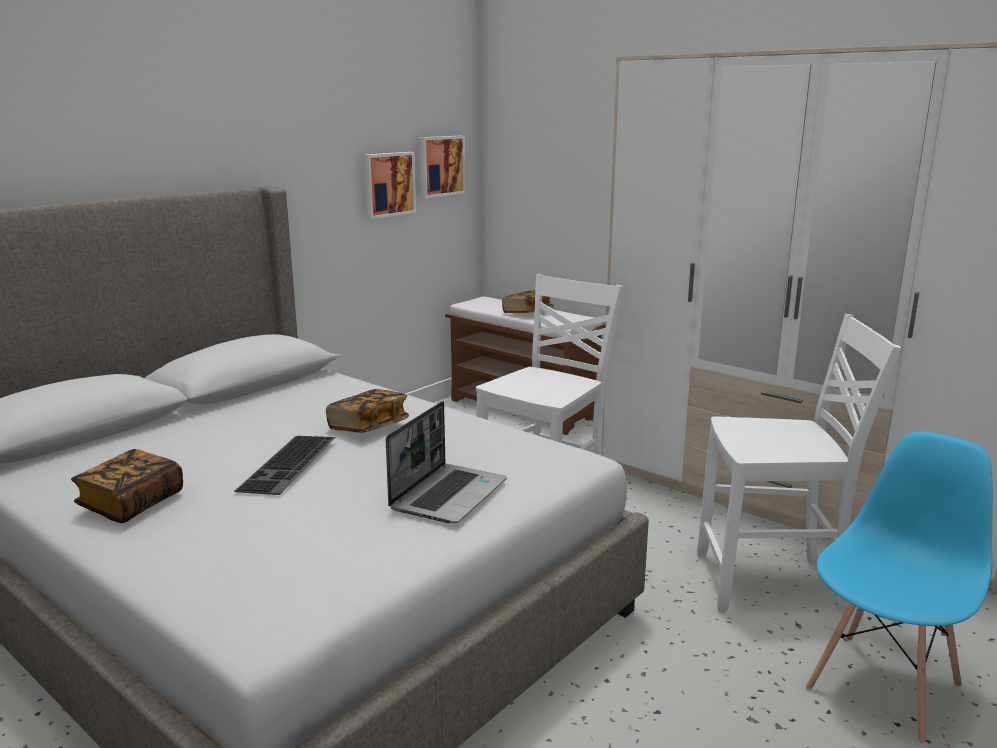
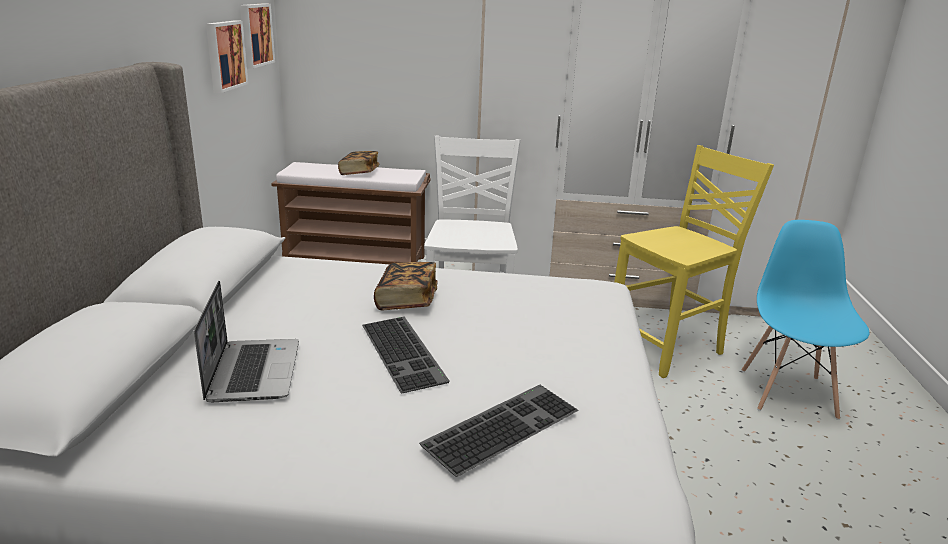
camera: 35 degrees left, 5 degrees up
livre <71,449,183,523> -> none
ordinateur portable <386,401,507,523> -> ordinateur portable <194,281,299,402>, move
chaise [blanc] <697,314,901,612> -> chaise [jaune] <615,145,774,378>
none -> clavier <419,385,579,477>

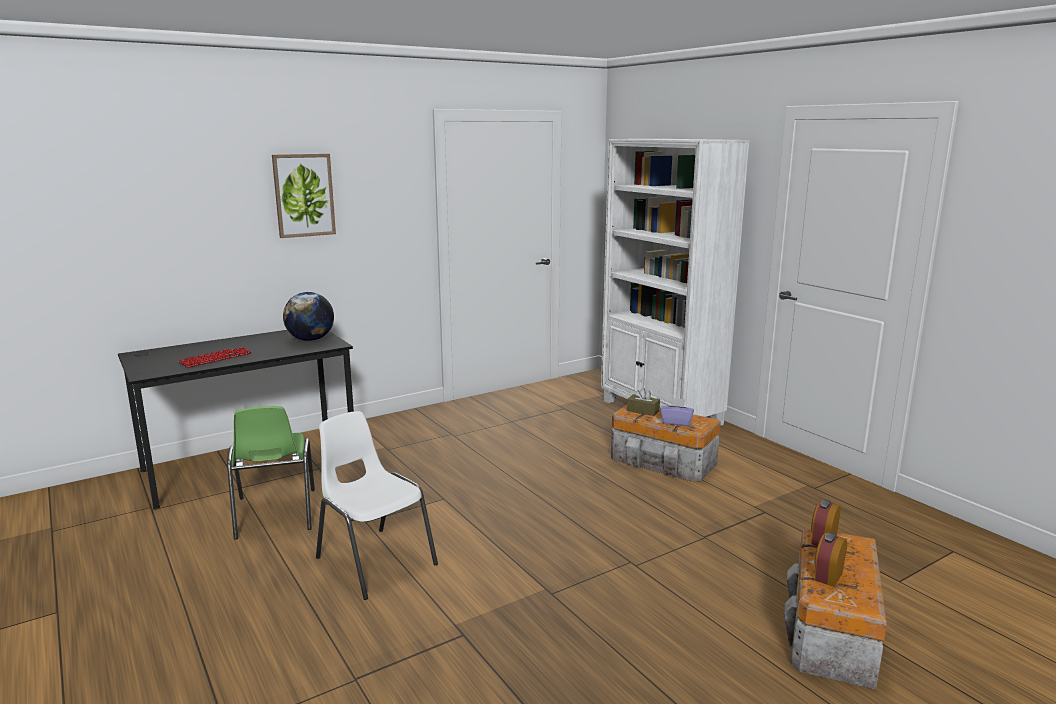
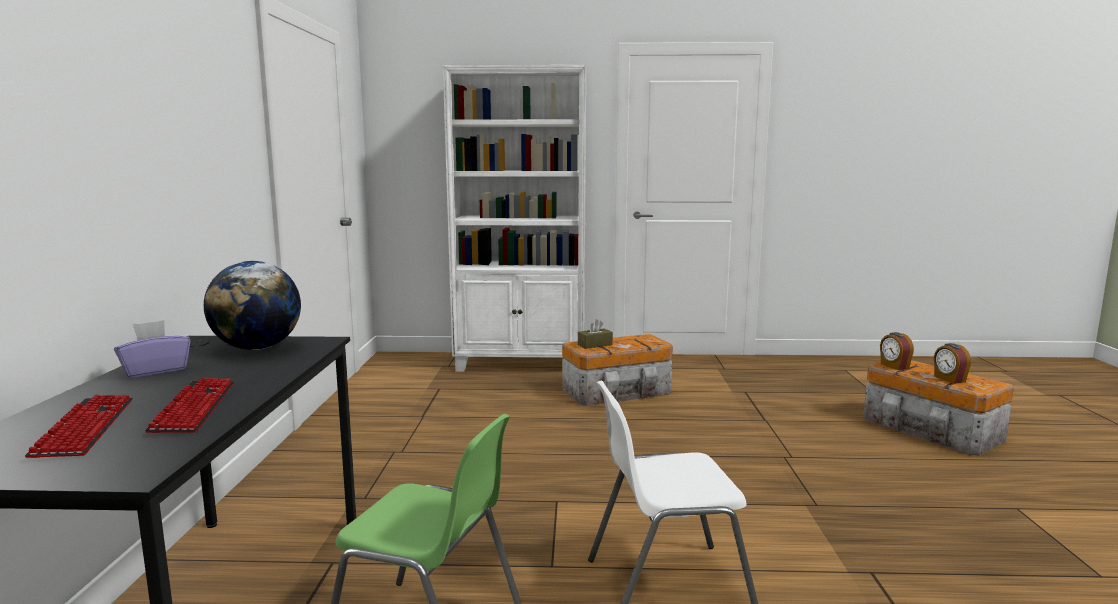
camera: 55 degrees left, 5 degrees down
tableau <272,154,336,238> -> none
boîte à mouchoirs [violet] <660,398,694,426> -> boîte à mouchoirs [violet] <114,320,191,378>, move
none -> clavier <25,395,133,458>

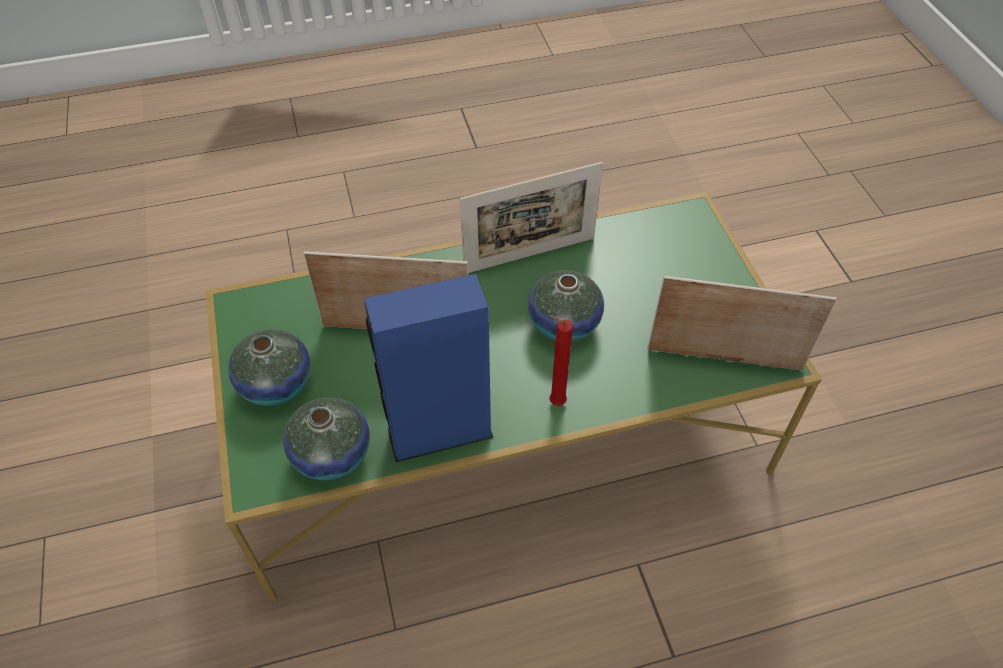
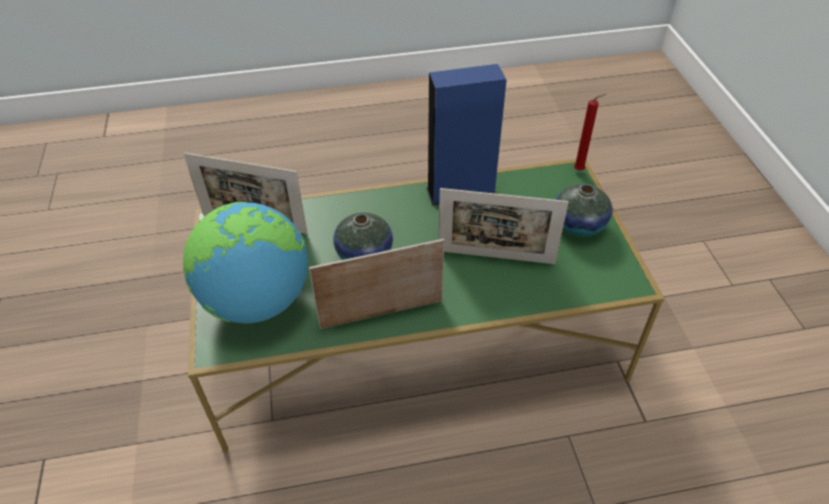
camera: 175 degrees left, 5 degrees down
vase <283,397,370,480> -> none
bougie [rouge] <549,315,573,406> -> bougie [rouge] <574,94,606,171>, move
none -> globe <183,202,308,323>

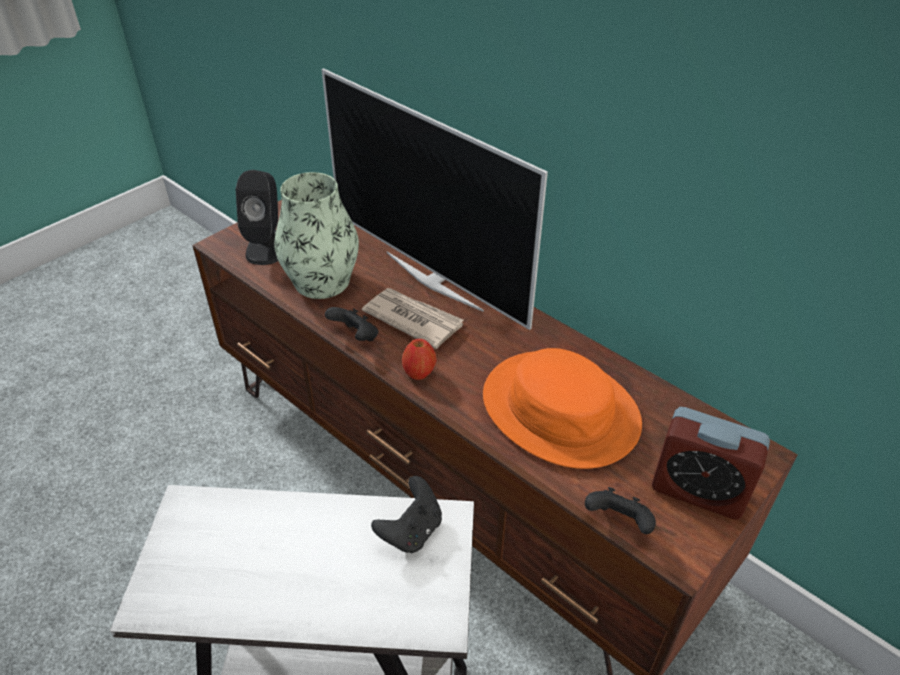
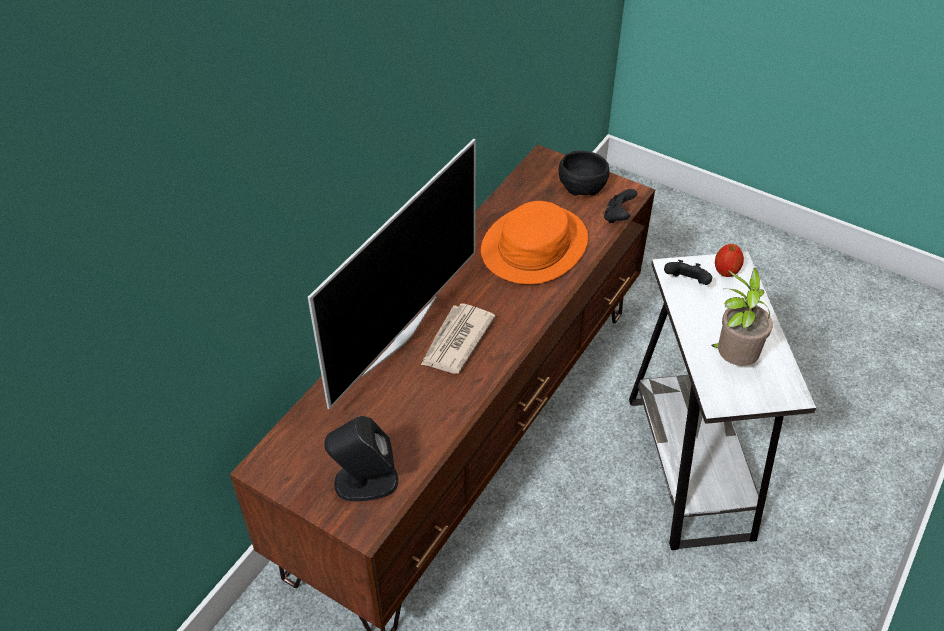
camera: 100 degrees left, 5 degrees up
vase <275,172,359,299> -> none
manette [noir] <325,307,378,341> -> none
pomme <402,339,436,380> -> pomme <715,244,744,277>, move
réveil <652,407,770,520> -> bol [noir] <559,151,610,196>
none -> plante en pot <711,268,773,366>

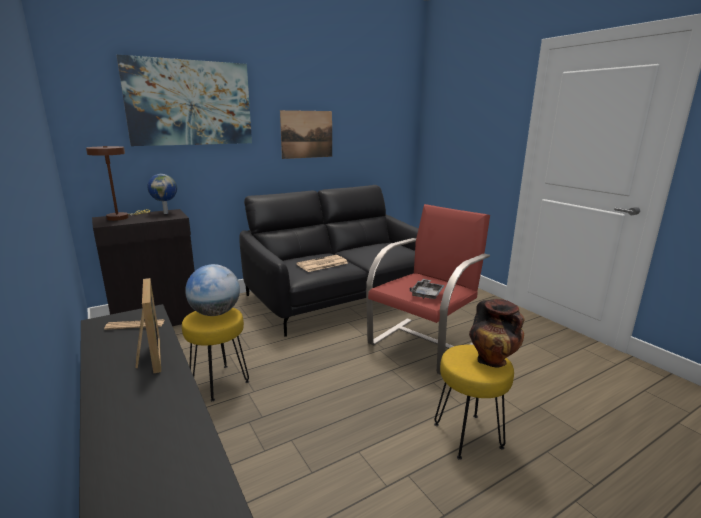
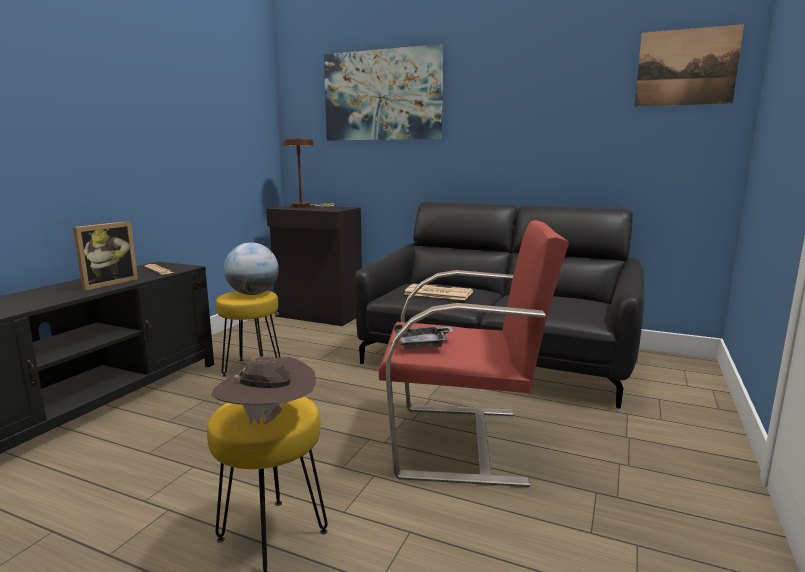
camera: 55 degrees right, 5 degrees down
globe <147,174,177,214> -> none
tableau <280,110,332,159> -> tableau <634,24,744,107>, move
vase <469,299,524,368> -> chapeau [marron] <211,356,316,424>

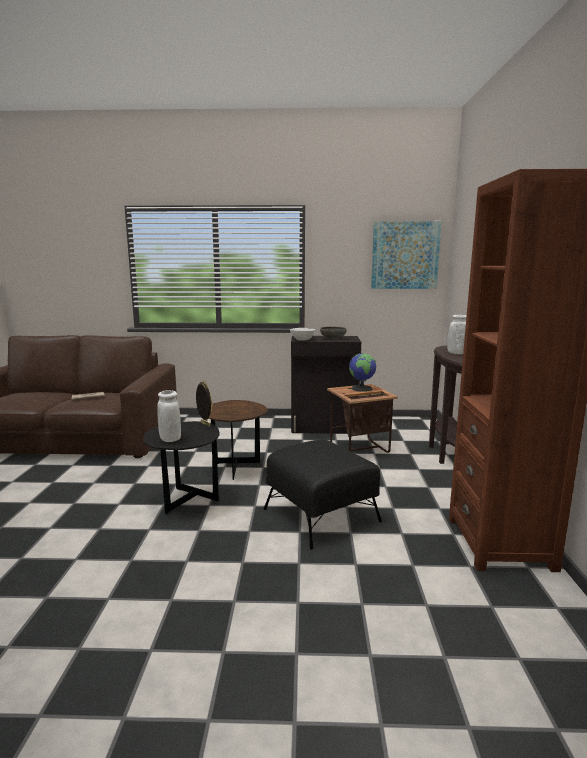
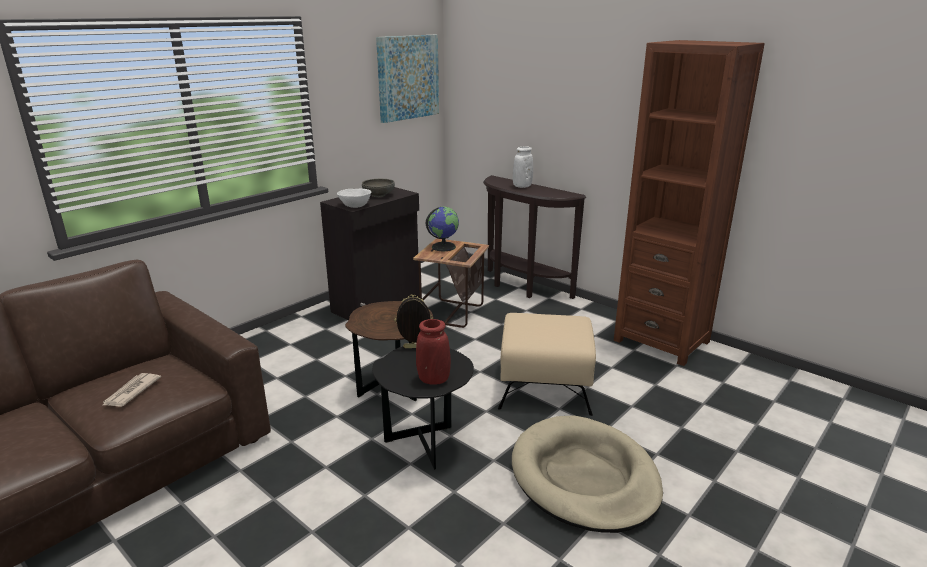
camera: 50 degrees left, 10 degrees up
vase [blanc] <157,390,181,442> -> vase [rouge] <416,319,451,385>
pouf [noir] <264,440,382,550> -> pouf [beige] <498,313,596,416>
none -> panier pour chien [beige] <512,415,663,533>

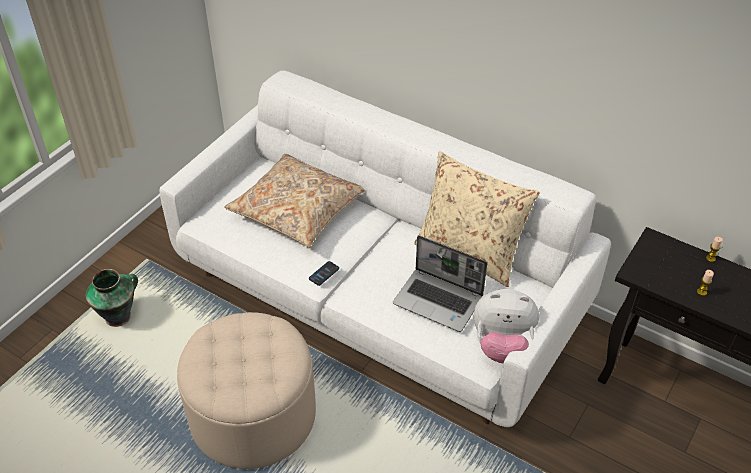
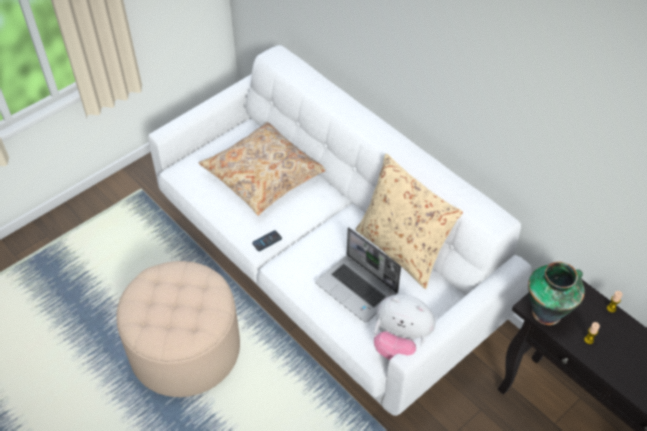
camera: 15 degrees right, 5 degrees up
vase <86,269,138,327> -> vase <528,262,585,325>, move

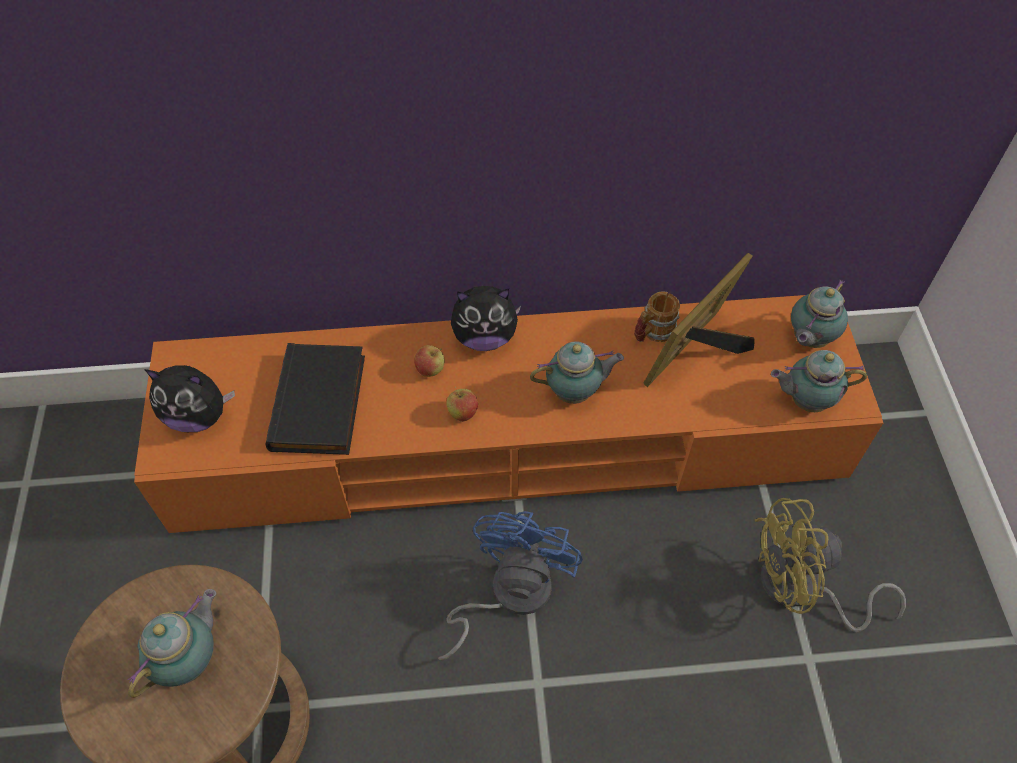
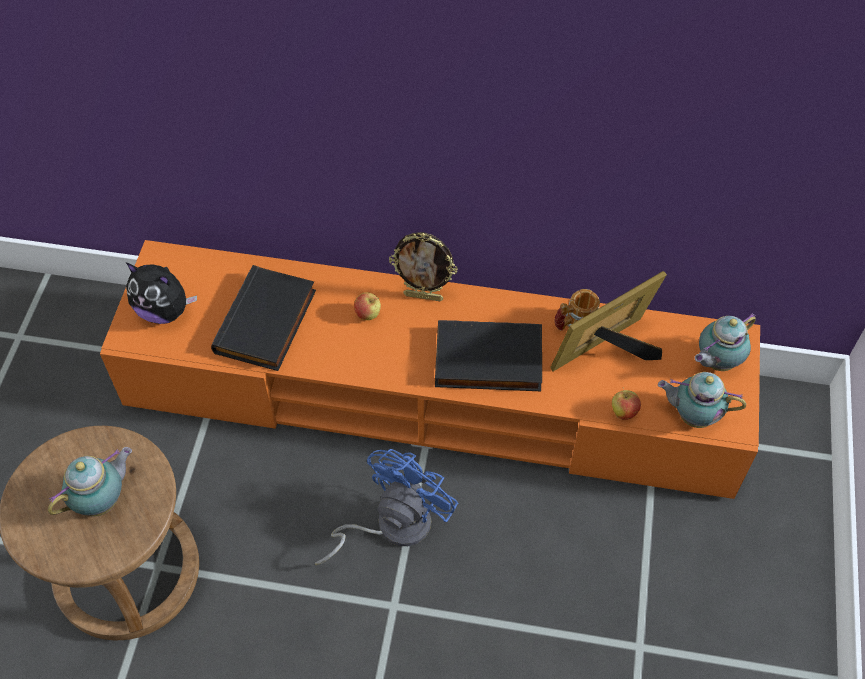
camera: 15 degrees right, 0 degrees up
pomme <446,387,478,422> -> pomme <612,387,641,420>, move
peluche <451,286,521,351> -> cadre photo <389,232,458,301>
théière <530,341,624,404> -> livre [noir] <435,320,542,391>
ventilateur [jaune] <755,498,906,632> -> none

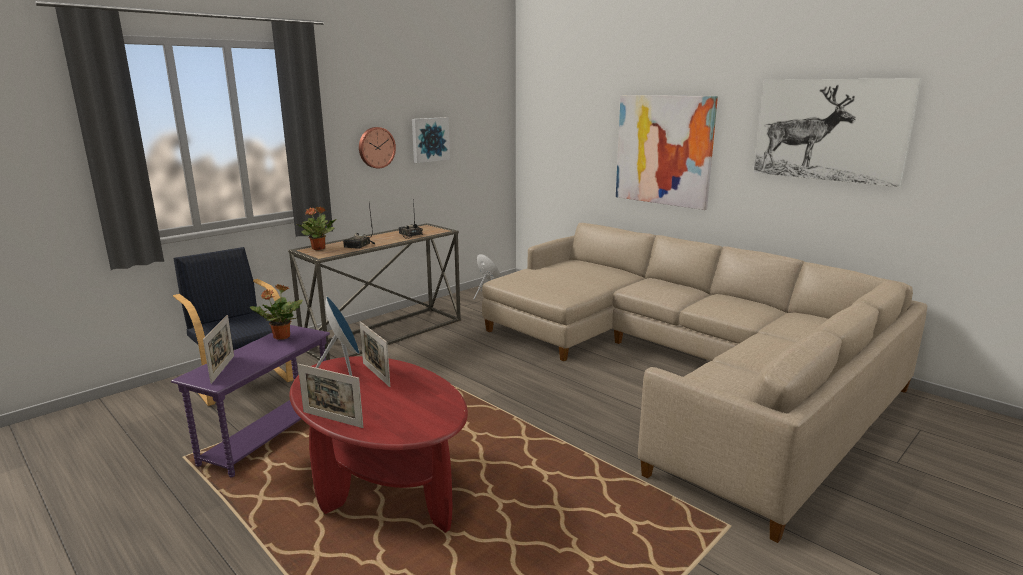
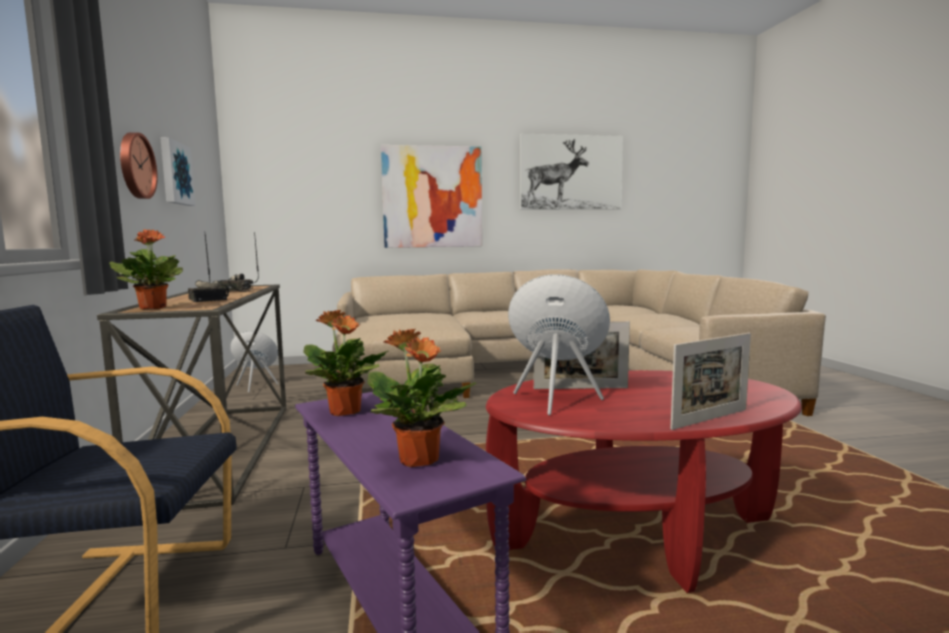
camera: 55 degrees left, 10 degrees down
cadre photo <203,315,234,384> -> plante en pot <367,329,477,467>

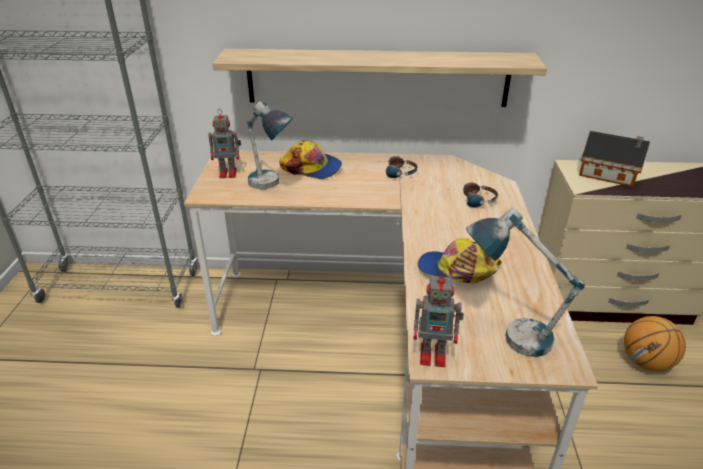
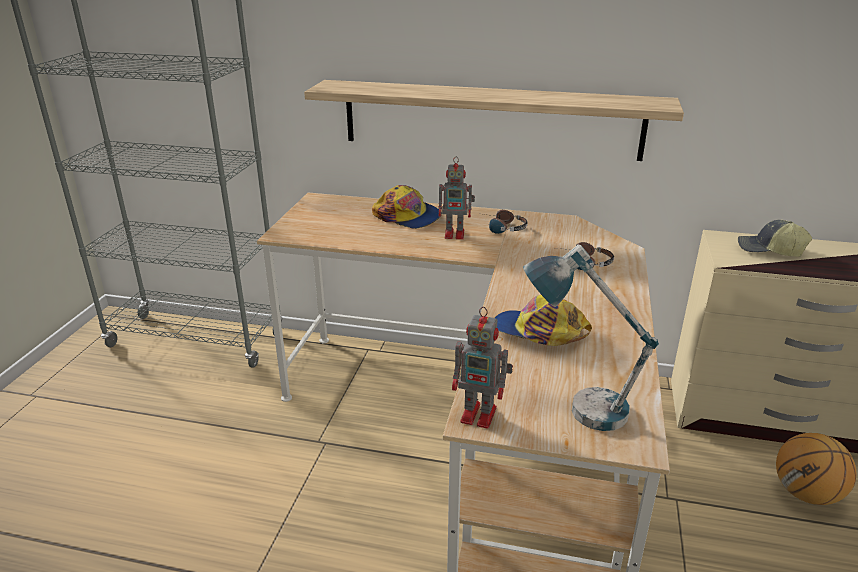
camera: 10 degrees right, 5 degrees down
robot jouet <208,109,241,178> -> robot jouet <438,156,475,239>, move
lampe de table <247,102,292,189> -> none
maison miniature <579,131,650,187> -> casquette <738,220,812,257>

